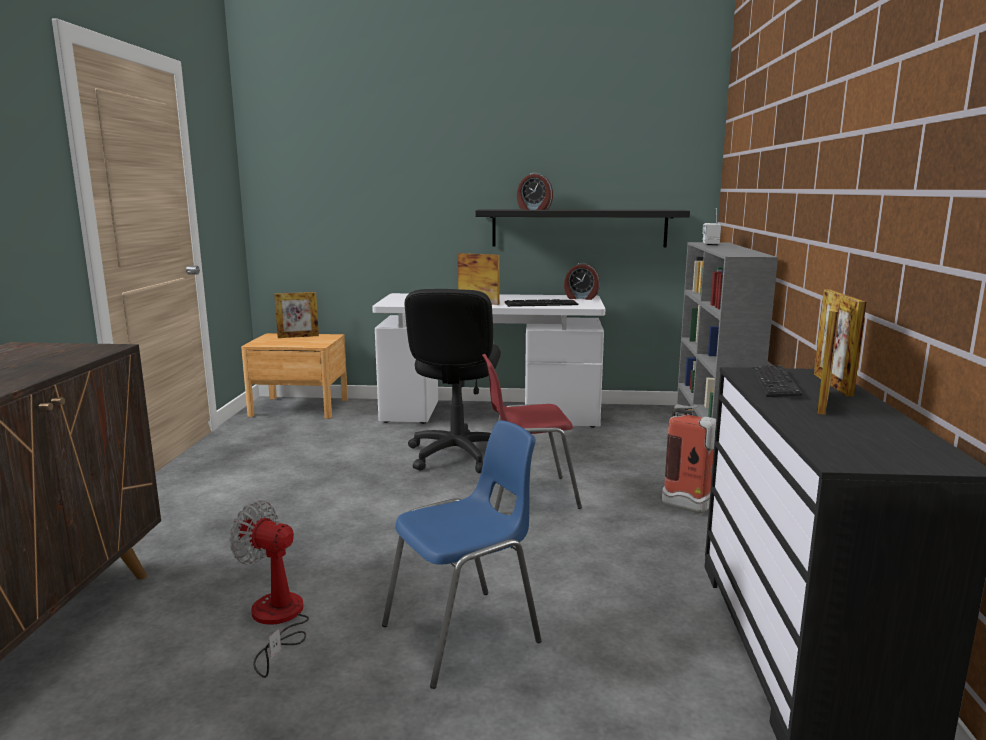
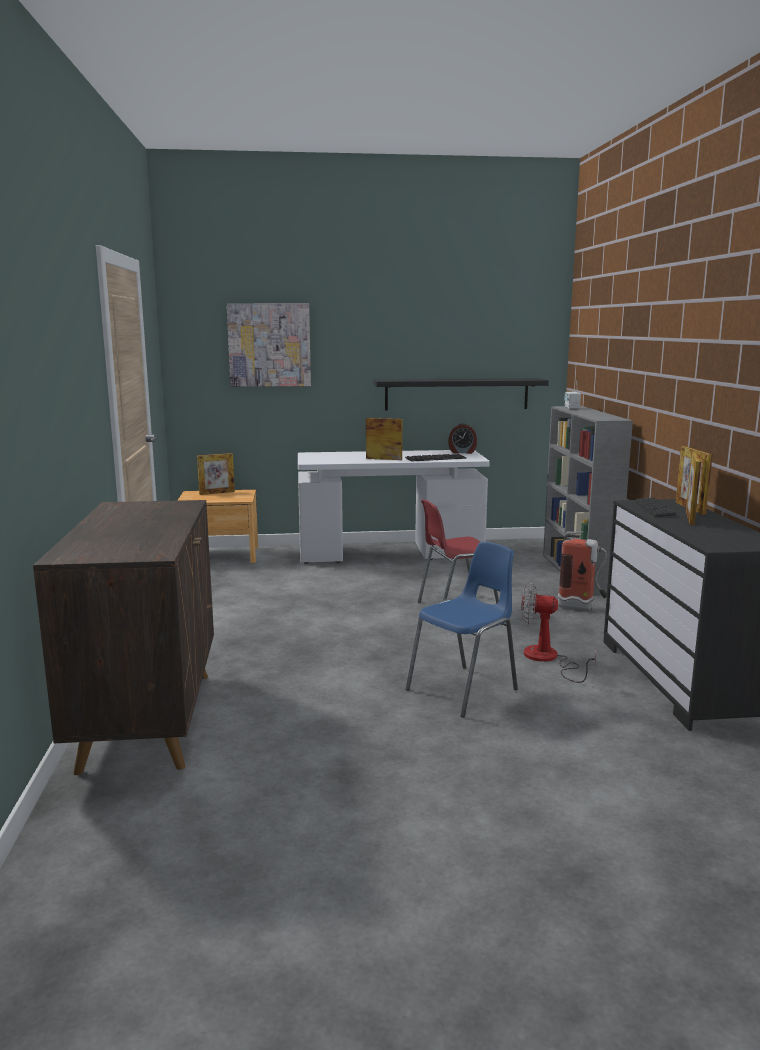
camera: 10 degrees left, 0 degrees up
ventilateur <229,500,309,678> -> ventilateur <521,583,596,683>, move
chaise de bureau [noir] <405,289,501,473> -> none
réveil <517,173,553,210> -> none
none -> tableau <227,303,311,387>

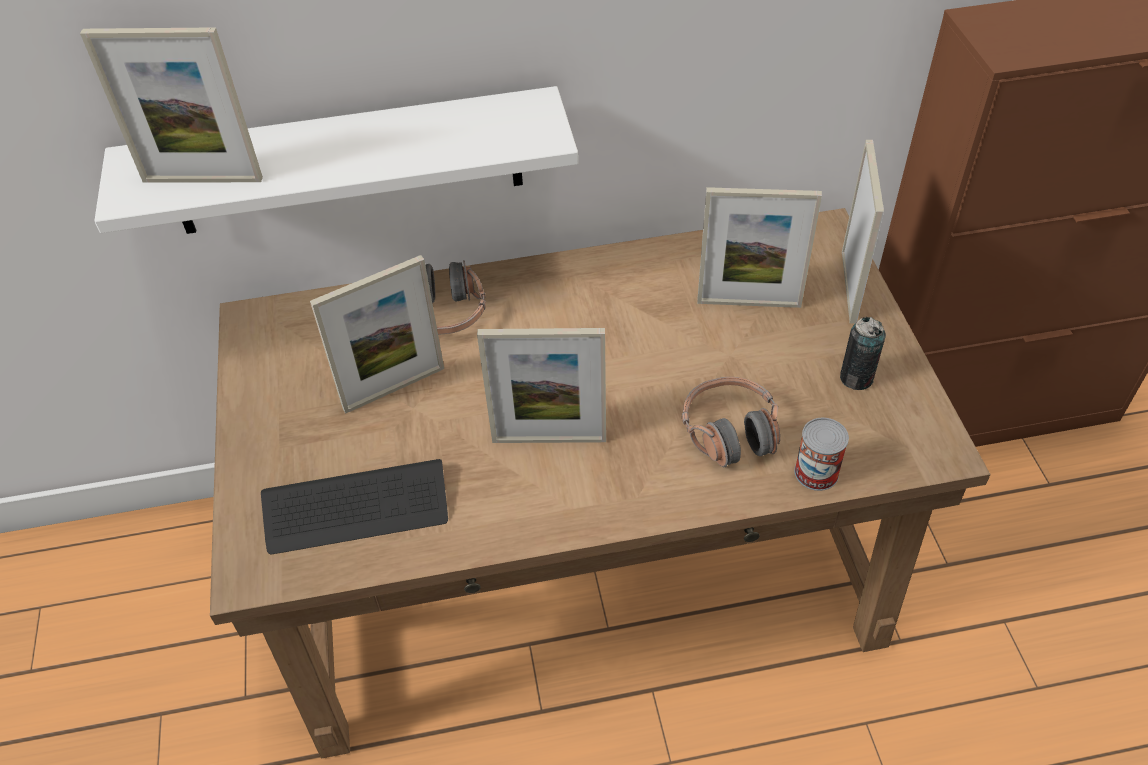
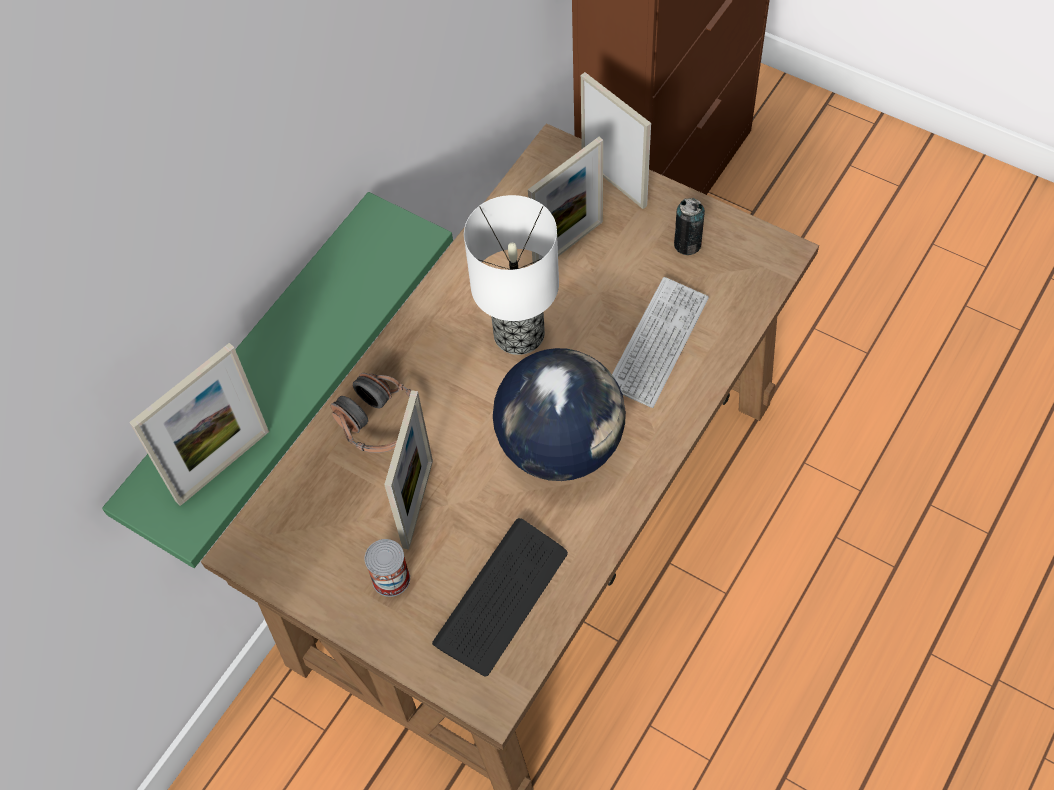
camera: 45 degrees left, 10 degrees up
étagère [blanc] <94,86,578,234> -> étagère [vert] <102,192,453,568>
cadre photo <477,328,606,443> -> globe <493,348,626,481>
casque audio <682,377,780,467> -> clavier <612,277,709,408>
boîte métallique <794,418,849,491> -> boîte métallique <364,539,410,597>, move
none -> lampe de table <464,195,559,355>

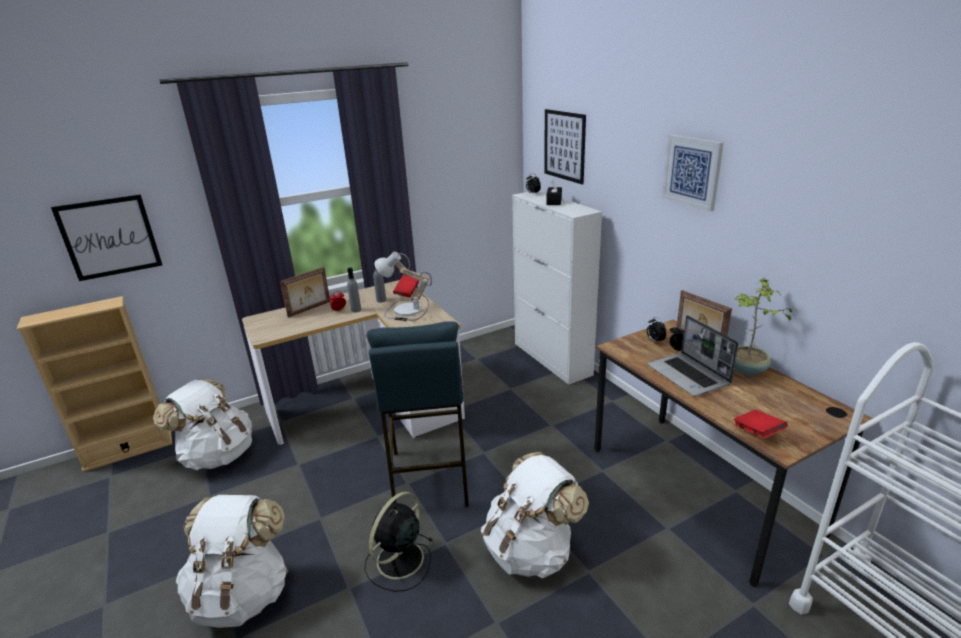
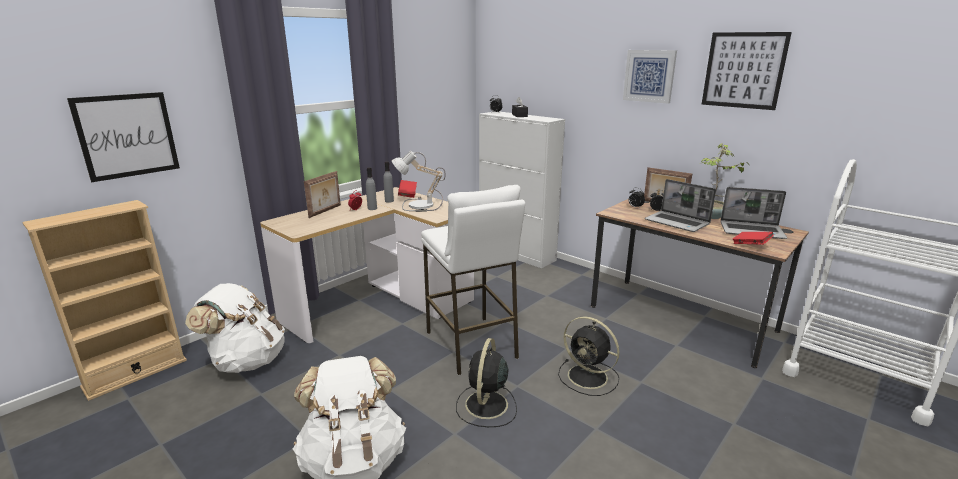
camera: 20 degrees left, 5 degrees down
tabouret [bleu] <366,321,469,507> -> tabouret [blanc] <421,185,525,375>
sac à dos [blanc] <481,452,589,578> -> ventilateur [noir] <558,316,620,396>
tableau <544,109,586,184> -> tableau <702,32,792,110>, move
none -> ordinateur portable <721,187,787,239>

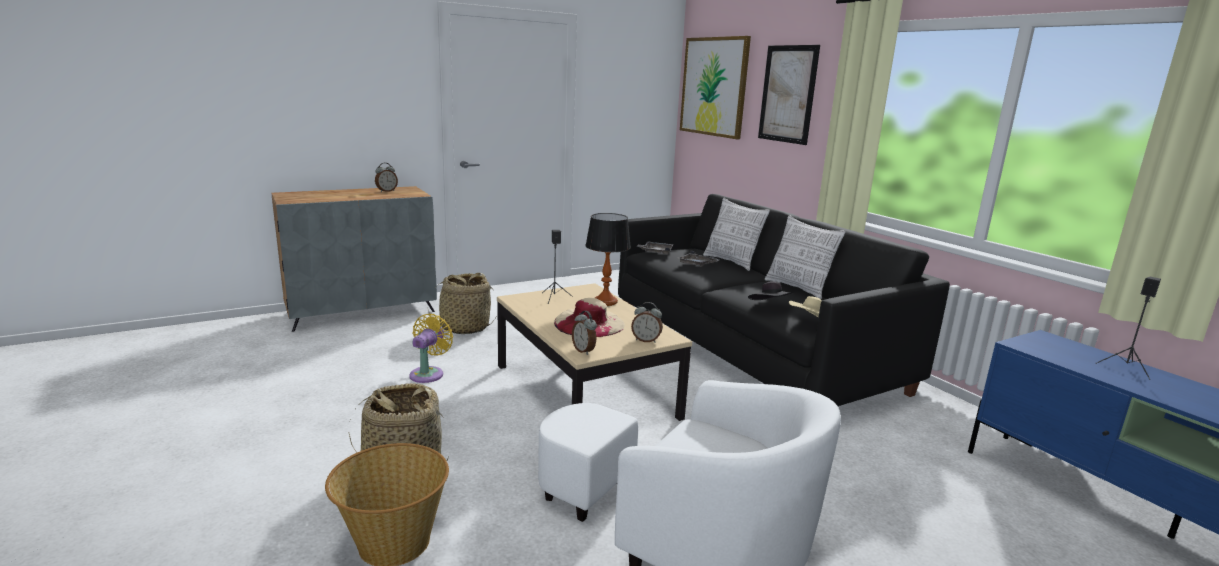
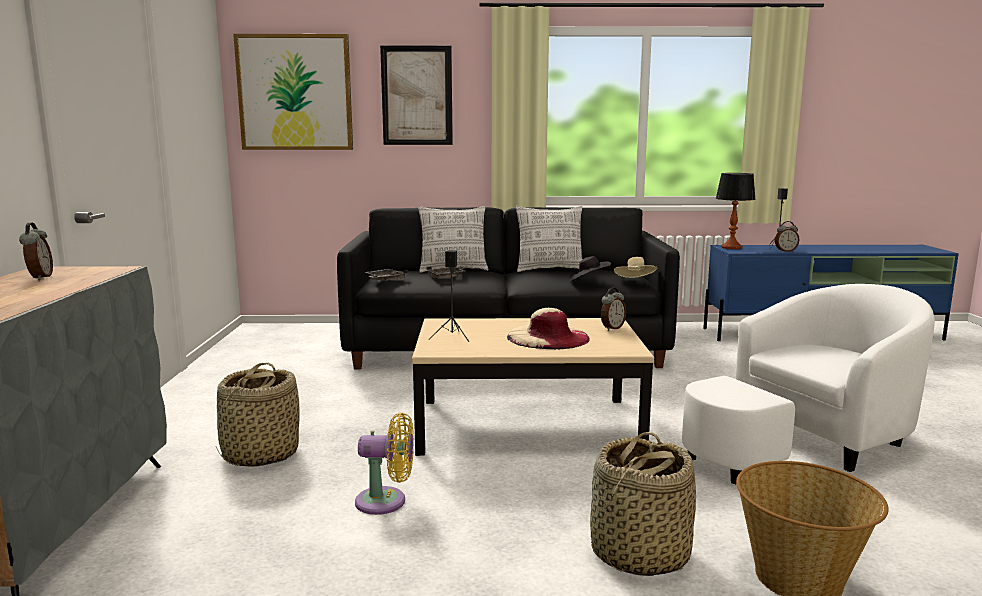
camera: 60 degrees left, 5 degrees down
ventilateur [jaune] <409,313,453,383> -> ventilateur [jaune] <355,413,414,515>, 135 degrees clockwise
réveil <572,311,597,355> -> réveil <775,221,799,252>, move
lampe de table <585,213,631,306> -> lampe de table <716,173,756,249>, move

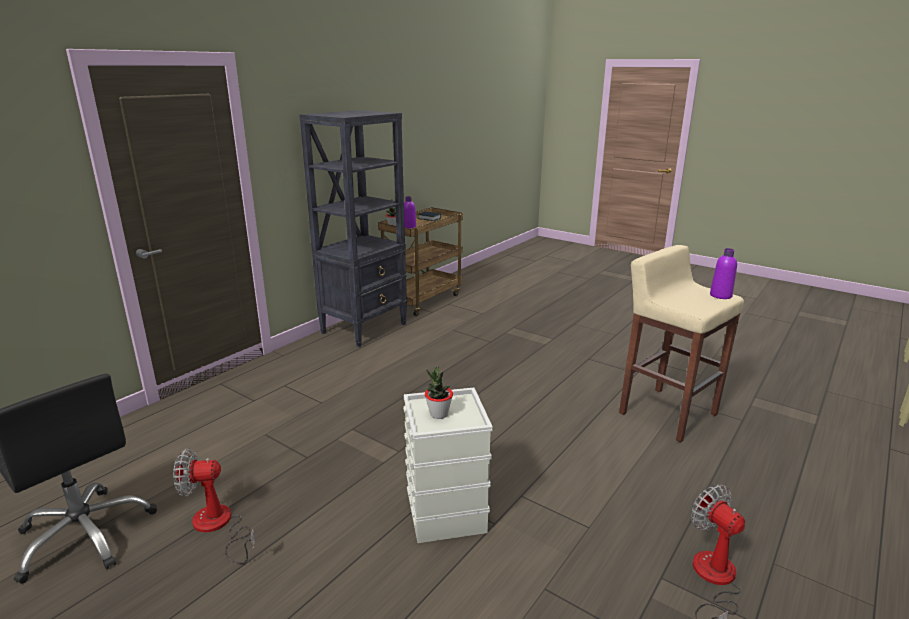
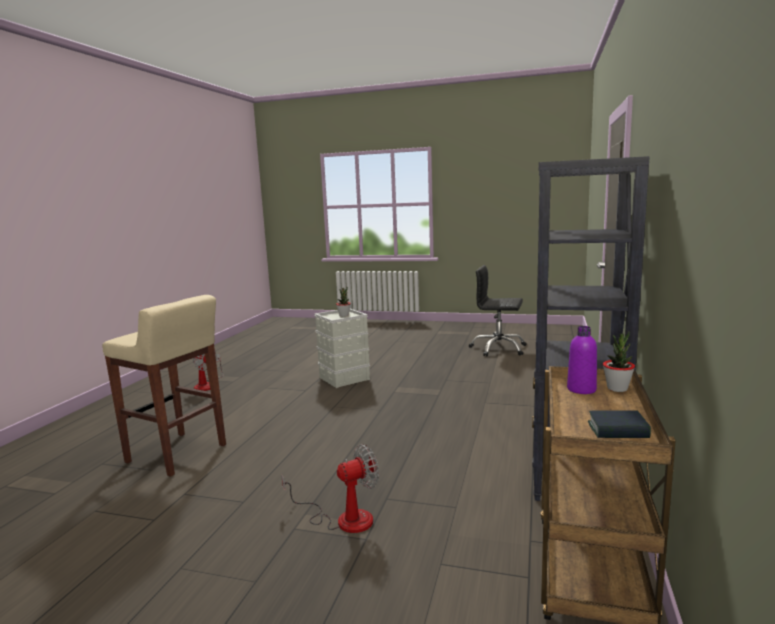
camera: 160 degrees right, 10 degrees down
ventilateur <173,448,255,564> -> ventilateur <281,444,379,533>, move
bouteille [violet] <710,248,737,299> -> none

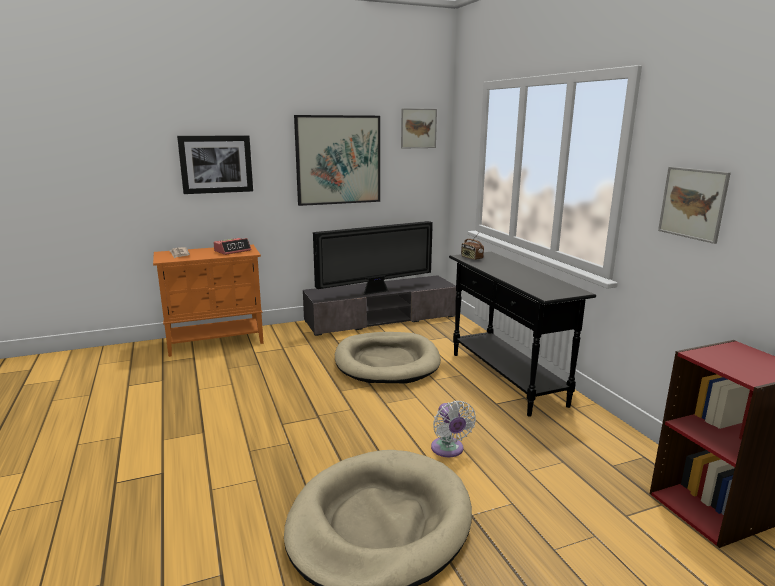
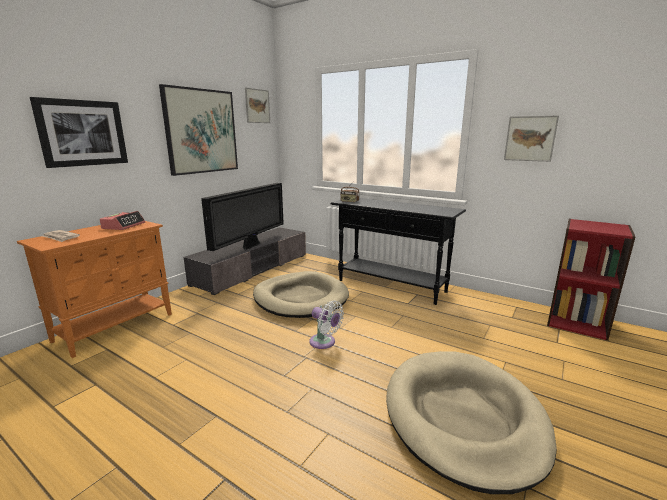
camera: 35 degrees left, 0 degrees up
ventilateur [blanc] <431,401,476,457> -> ventilateur [blanc] <310,301,344,349>, move

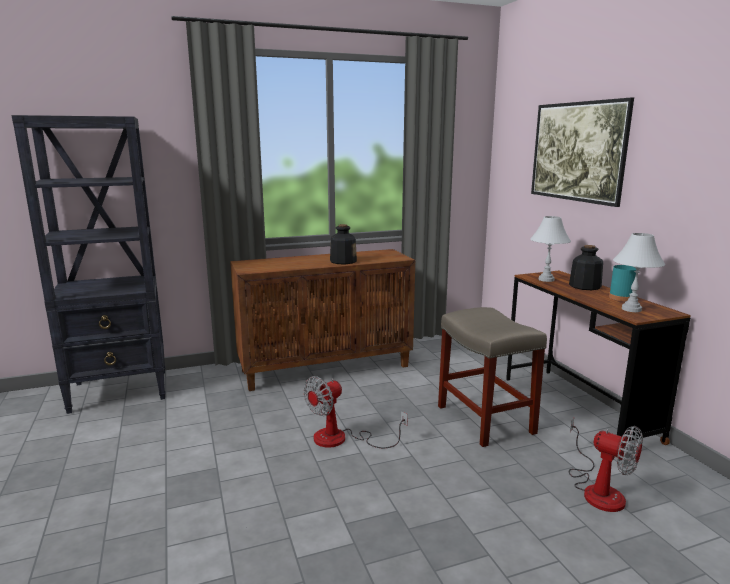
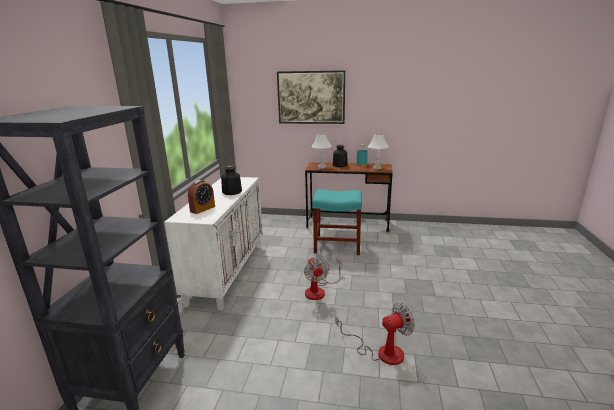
camera: 60 degrees left, 5 degrees up
meuble de rangement [marron] <230,249,415,391> -> meuble de rangement [blanc] <164,177,263,311>
tabouret [beige] <438,307,547,447> -> tabouret [turquoise] <312,189,362,255>
ventilateur <569,418,643,512> -> ventilateur <335,303,415,365>, move
none -> réveil <188,180,215,214>

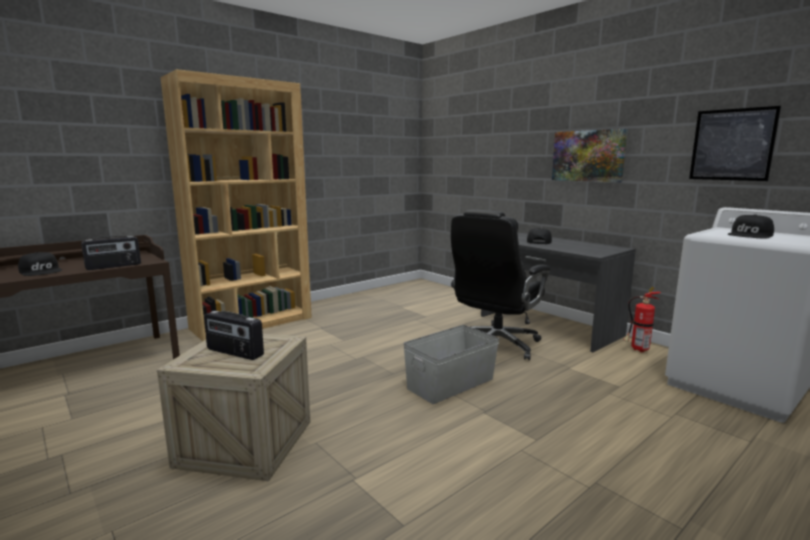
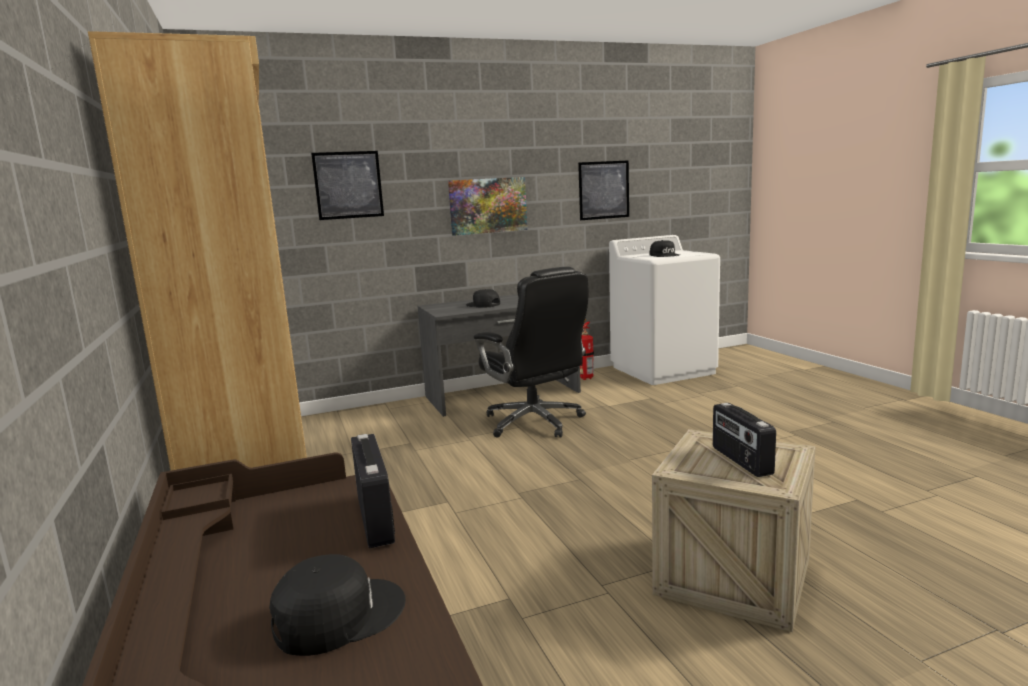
camera: 70 degrees left, 0 degrees up
radio <204,311,264,360> -> radio <713,403,776,477>, 120 degrees clockwise
boîte de rangement [gris] <403,325,499,404> -> none
none -> tableau <311,151,384,220>

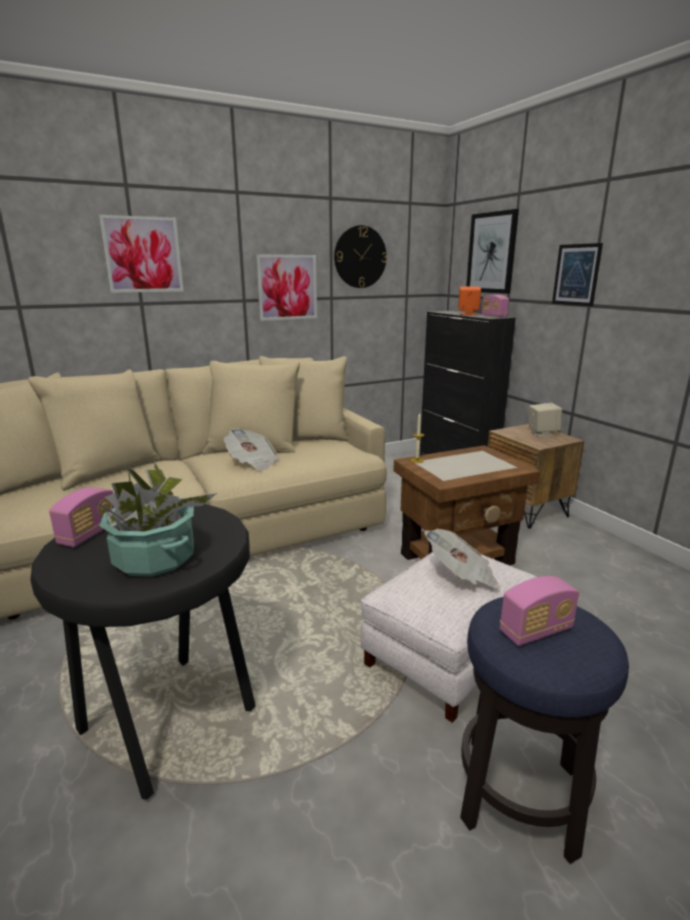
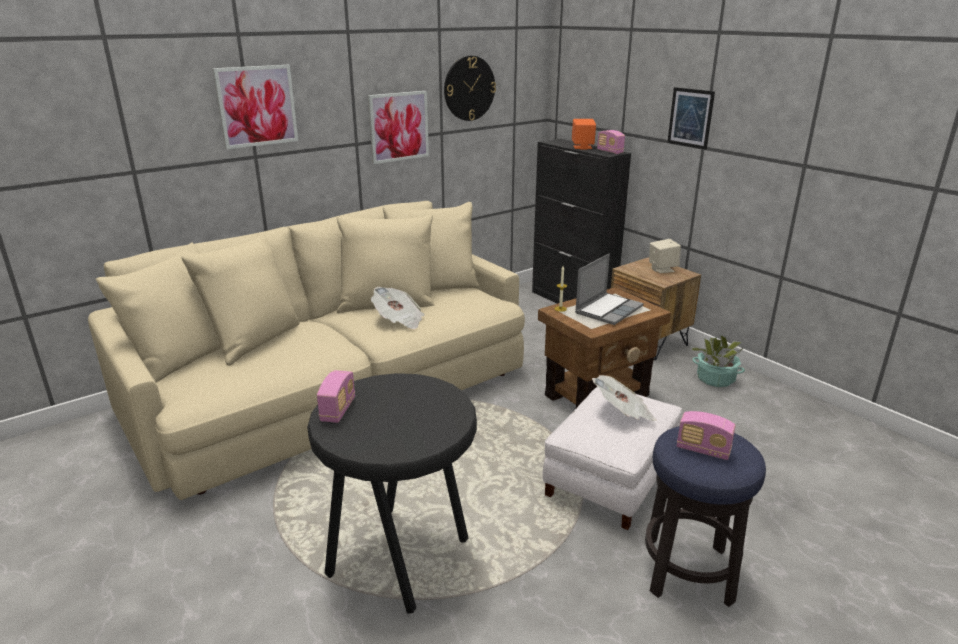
camera: 10 degrees left, 5 degrees up
plante en pot <92,462,217,577> -> plante en pot <691,335,745,387>, move
tableau <466,209,519,294> -> none
radio <500,576,579,646> -> radio <677,411,736,460>, 60 degrees clockwise
none -> ordinateur portable <575,254,644,325>

